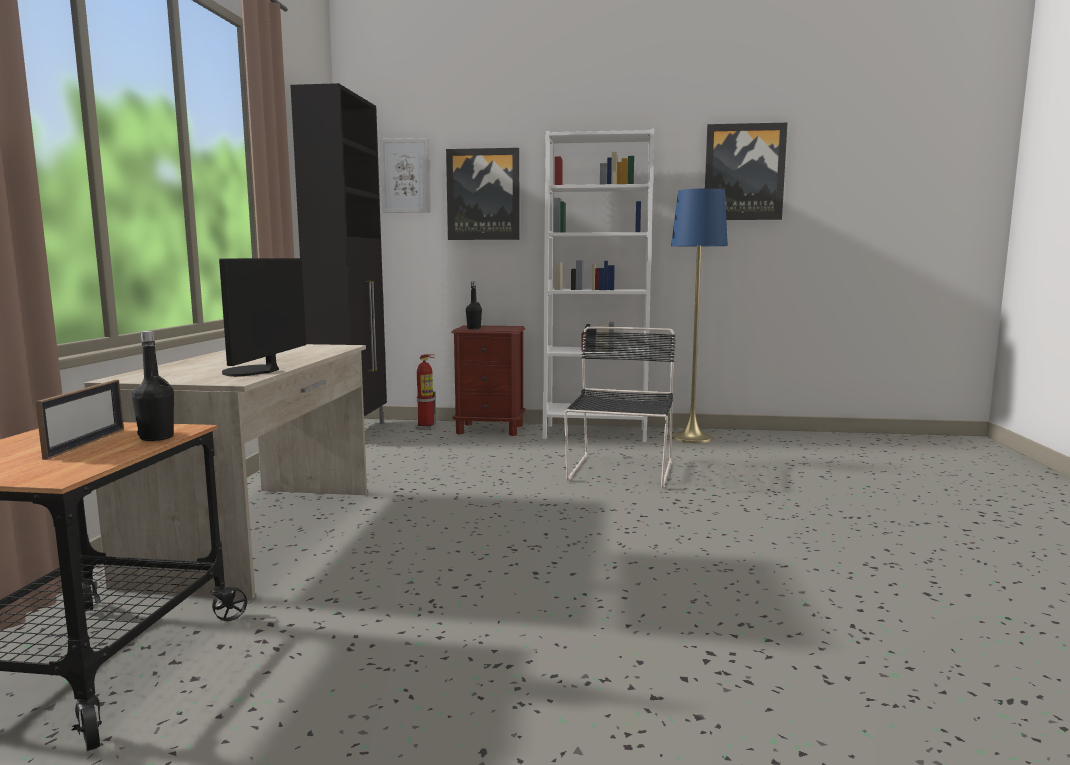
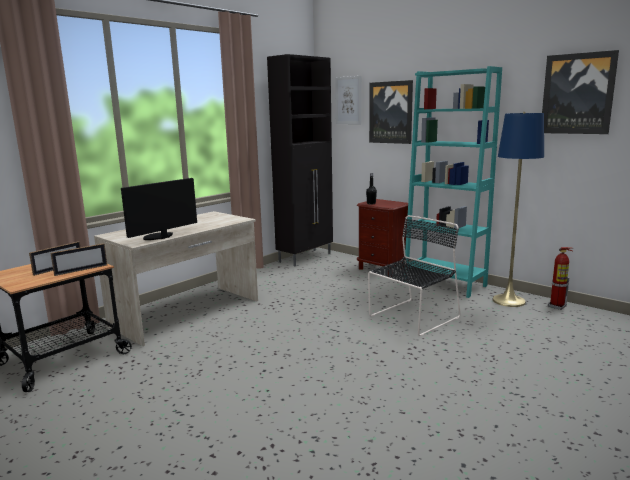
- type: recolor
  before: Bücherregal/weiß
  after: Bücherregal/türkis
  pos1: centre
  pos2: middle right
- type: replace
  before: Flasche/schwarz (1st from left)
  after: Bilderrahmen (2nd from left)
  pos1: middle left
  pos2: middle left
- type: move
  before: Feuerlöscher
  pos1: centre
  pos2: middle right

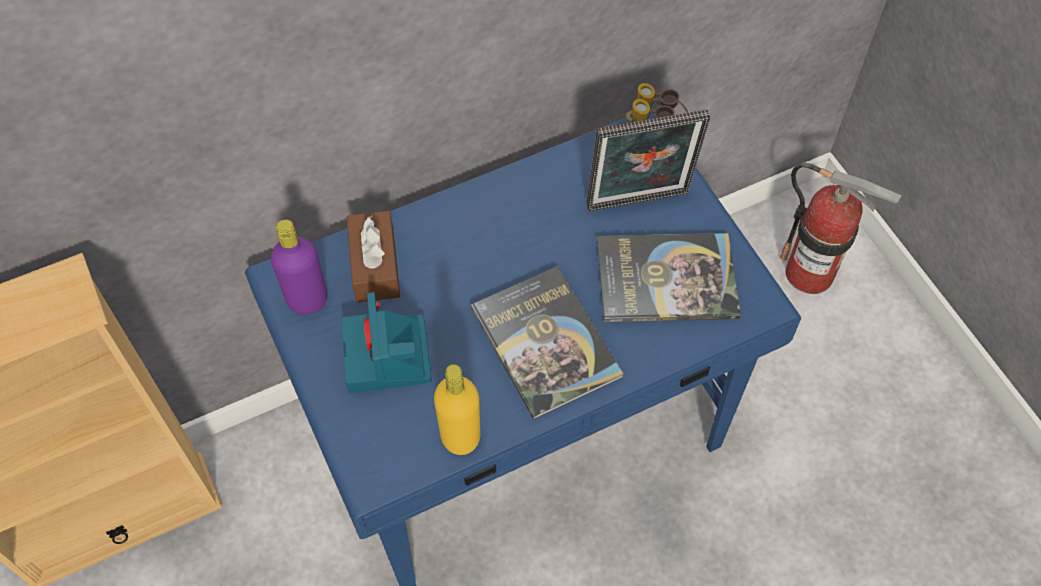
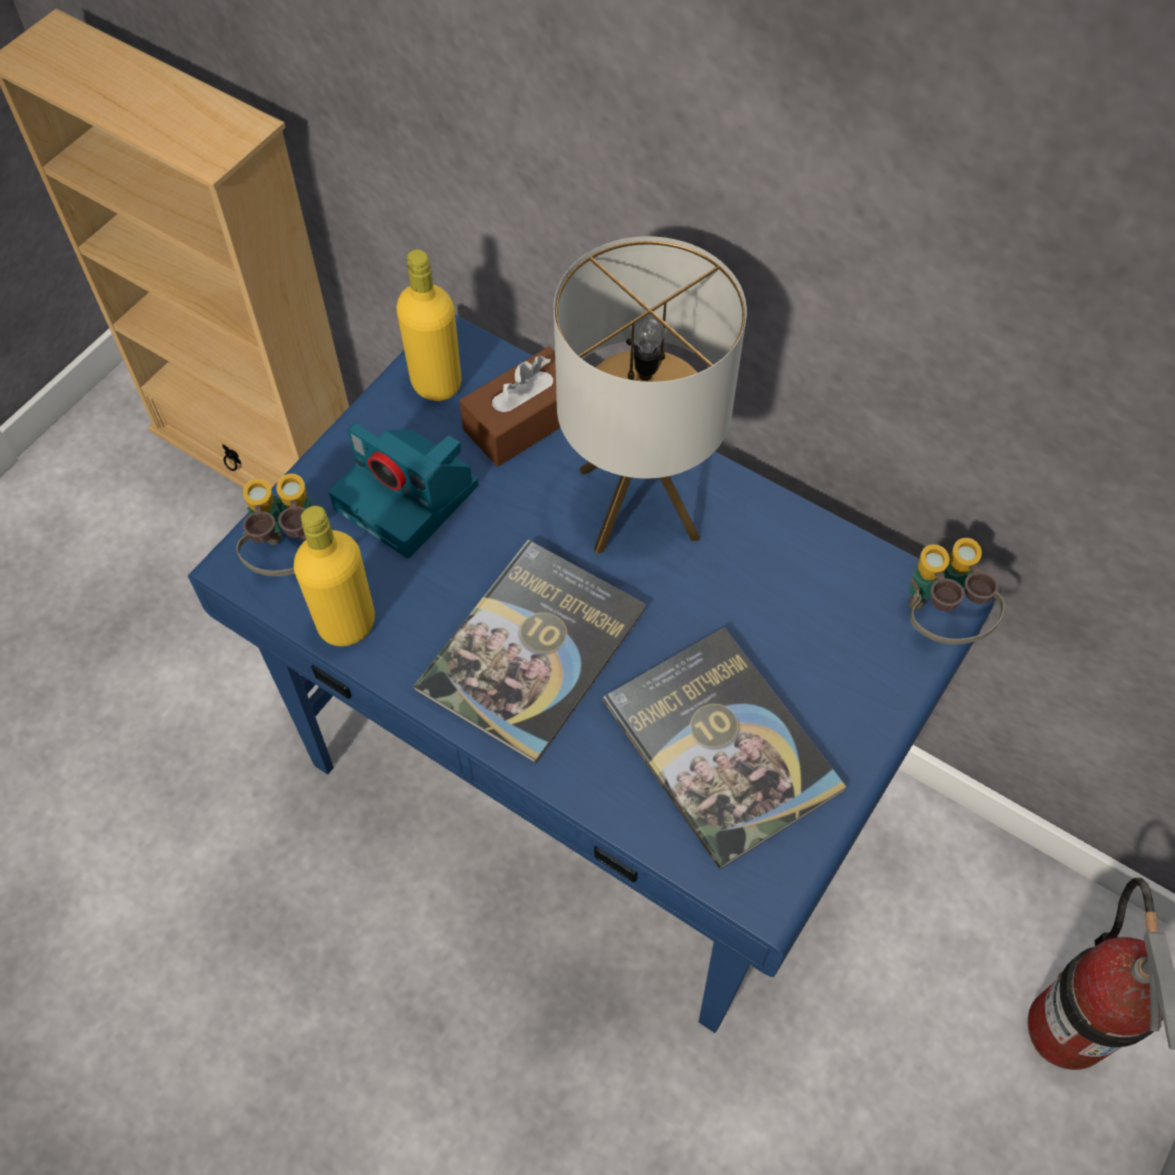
- type: delete
  before: Bilderrahmen
  pos1: top centre
- type: recolor
  before: Flasche/lila
  after: Flasche/gelb (2nd from left)
  pos1: middle left
  pos2: top centre
- type: rotate
  before: Kamera
  pos1: centre
  pos2: centre
  turn: -105
- type: insert
  after: Tischlampe
  pos2: centre
- type: insert
  after: Fernglas (1st from left)
  pos2: middle left

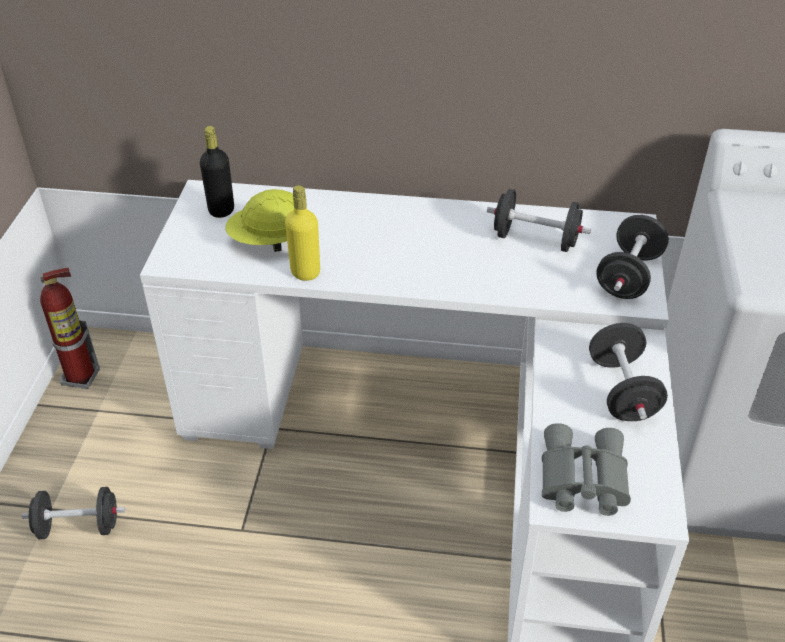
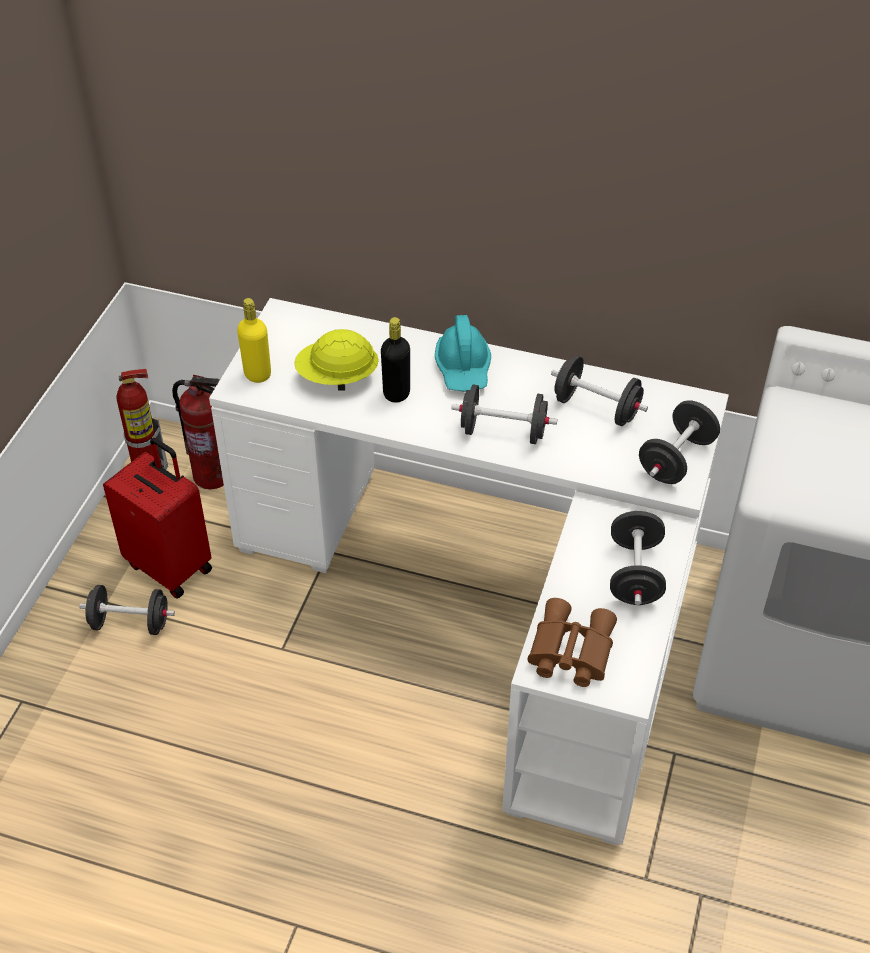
- type: move
  before: Flasche/schwarz
  pos1: top left
  pos2: centre
- type: move
  before: Flasche/gelb
  pos1: centre
  pos2: middle left
- type: recolor
  before: Fernglas/grau
  after: Fernglas/braun
  pos1: bottom right
  pos2: bottom centre
- type: insert
  after: Schutzhelm/türkis
  pos2: centre
- type: insert
  after: Feuerlöscher (2nd from left)
  pos2: middle left
- type: insert
  after: Hantel/schwarz (2nd from left)
  pos2: centre
- type: insert
  after: Koffer/rot
  pos2: middle left

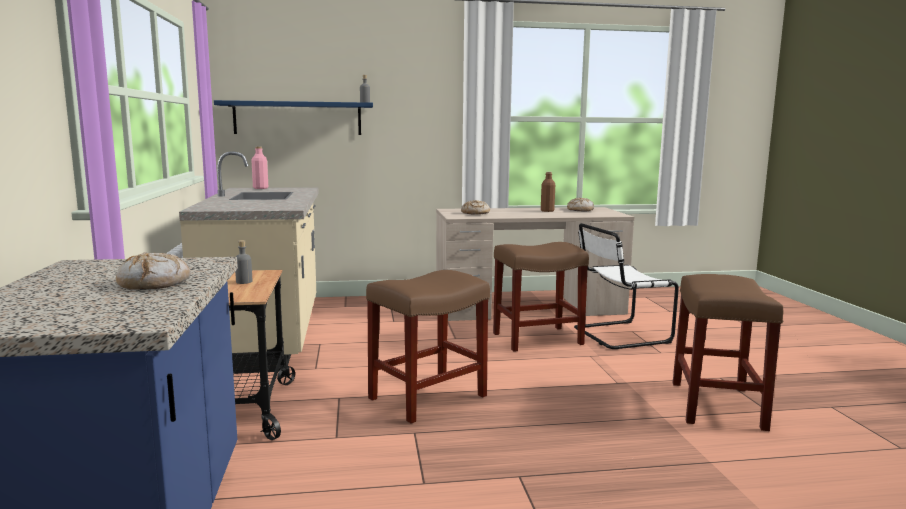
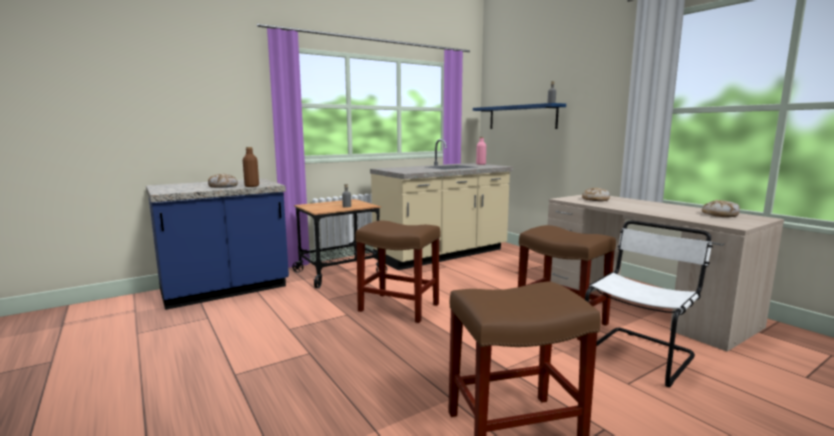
- type: move
  before: Flasche/braun
  pos1: centre
  pos2: middle left
- type: rotate
  before: Stuhl/weiß
  pos1: middle right
  pos2: bottom right
  turn: 90

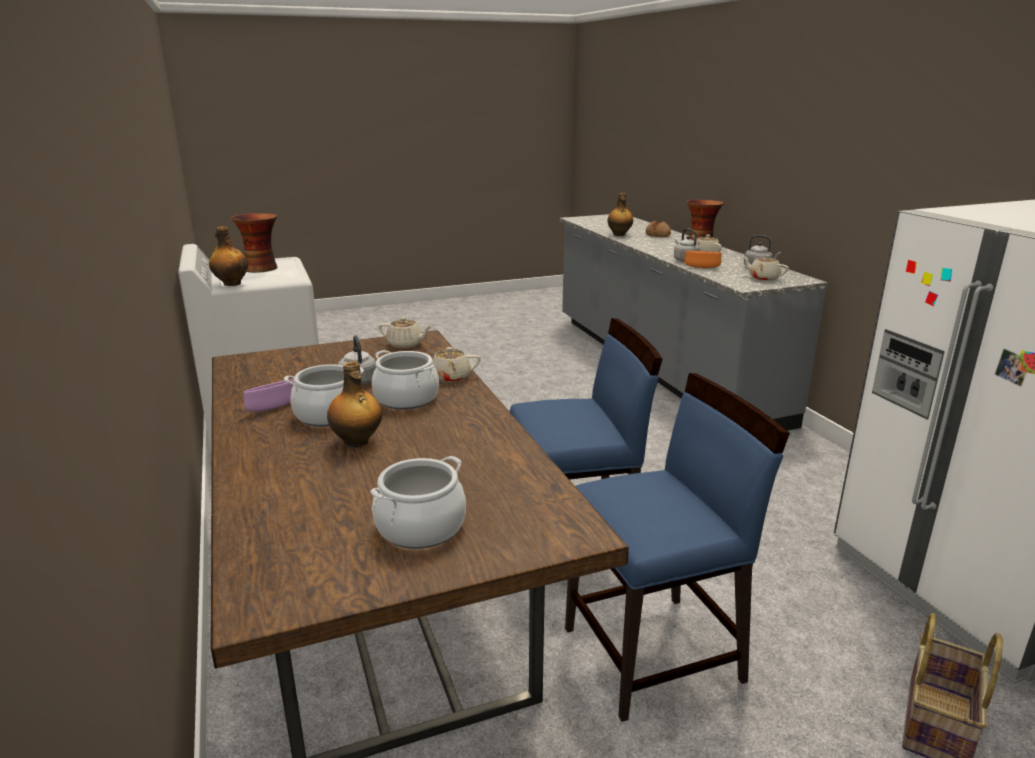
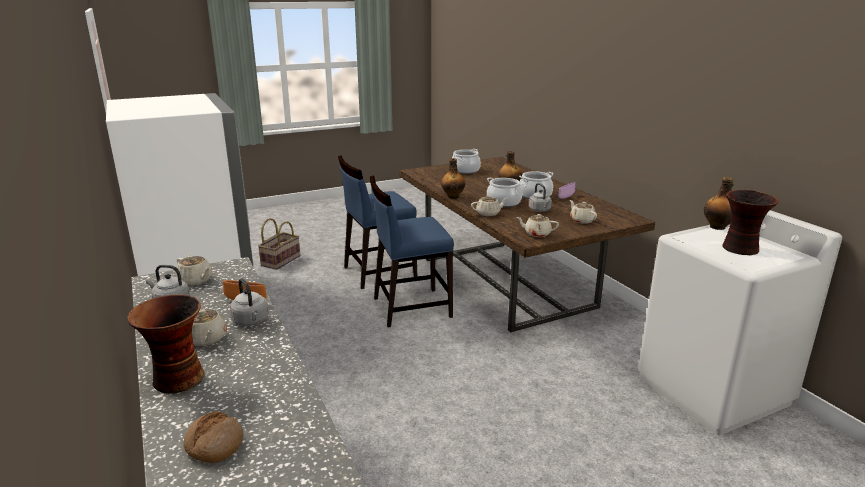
- type: move
  before: Flasche (3rd from left in the first image)
  after: Flasche (1st from left)
  pos1: top centre
  pos2: centre
- type: insert
  after: Teekanne/beige (5th from left)
  pos2: middle right

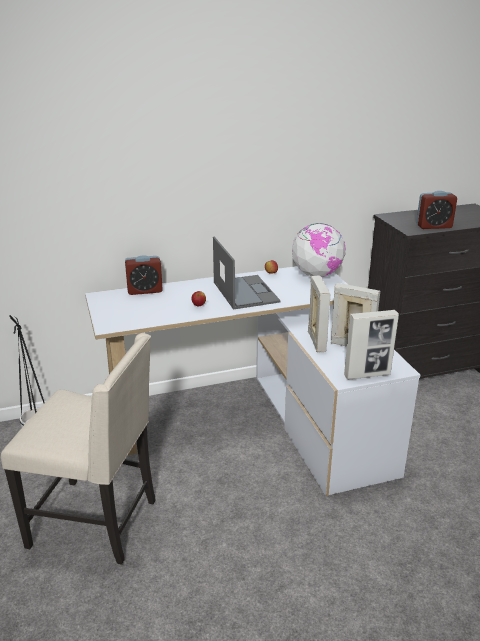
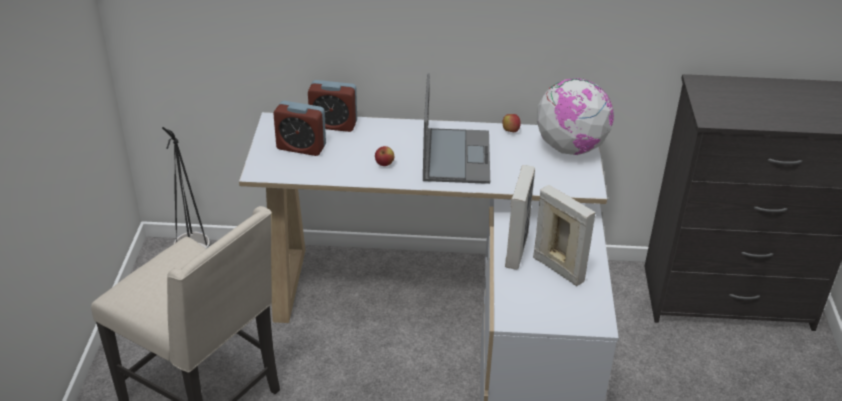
- type: move
  before: Wecker (2nd from left in the first image)
  after: Wecker (1st from left)
  pos1: top right
  pos2: top centre
- type: delete
  before: Bilderrahmen (3rd from left)
  pos1: middle right

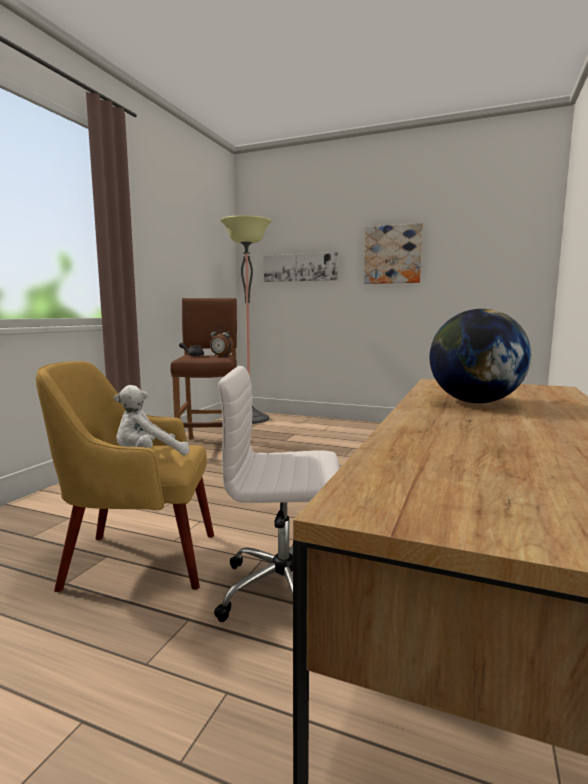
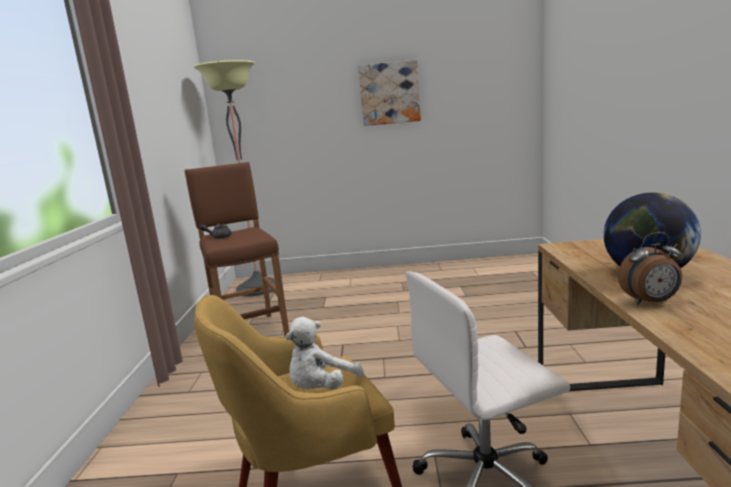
- type: delete
  before: Bild (1st from left)
  pos1: centre
- type: move
  before: Wecker
  pos1: centre
  pos2: middle right

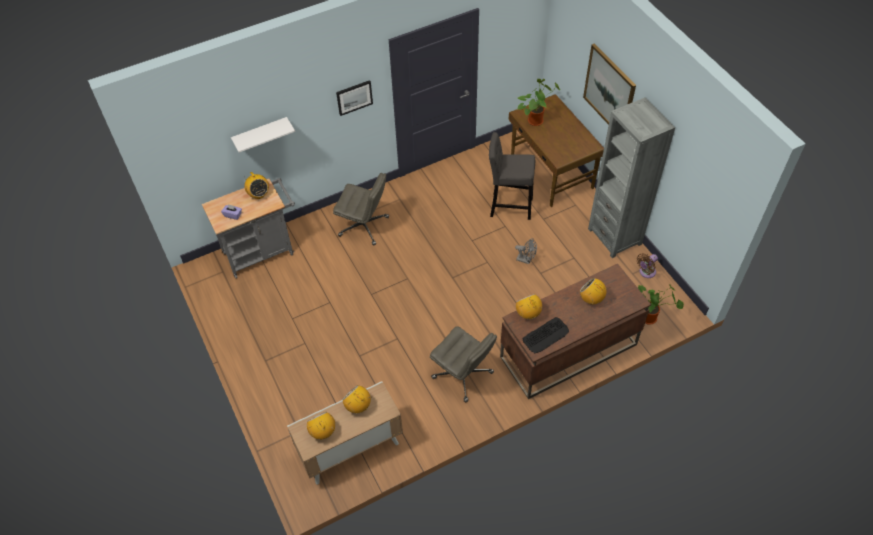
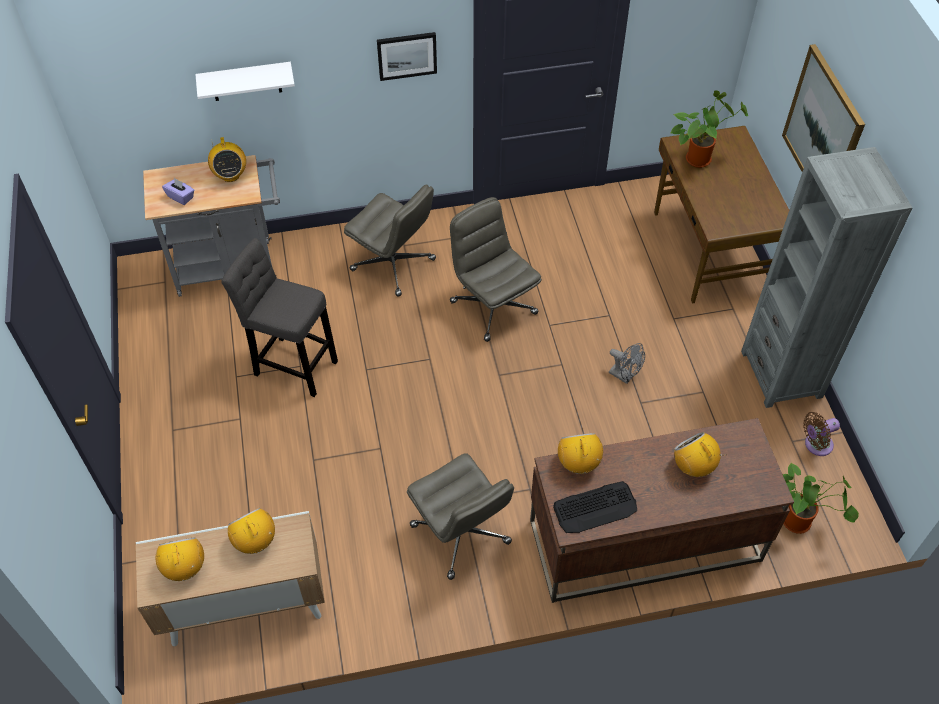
- type: move
  before: Hocker/grau
  pos1: top centre
  pos2: middle left
- type: insert
  after: Bürostuhl/grau (3rd from left)
  pos2: centre

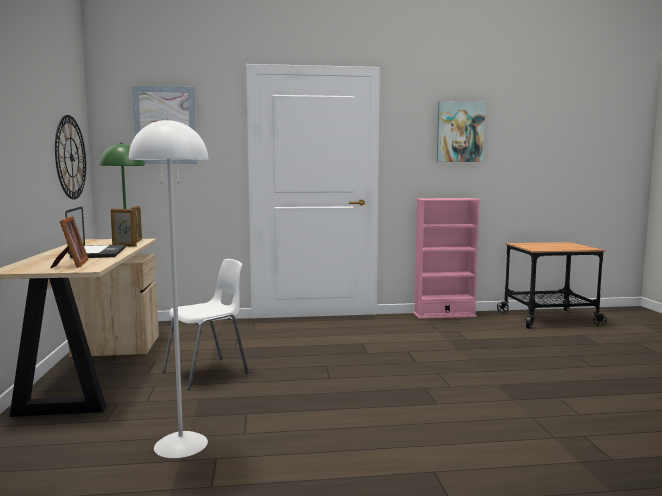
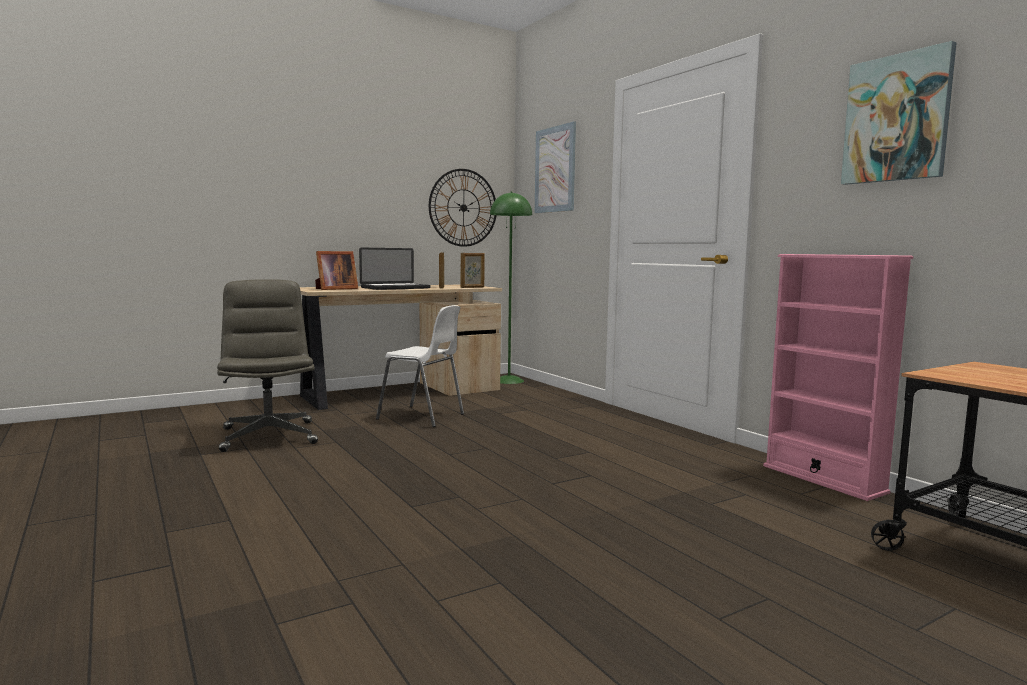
- type: replace
  before: Stehlampe/weiß
  after: Bürostuhl/grau
  pos1: middle left
  pos2: middle left

